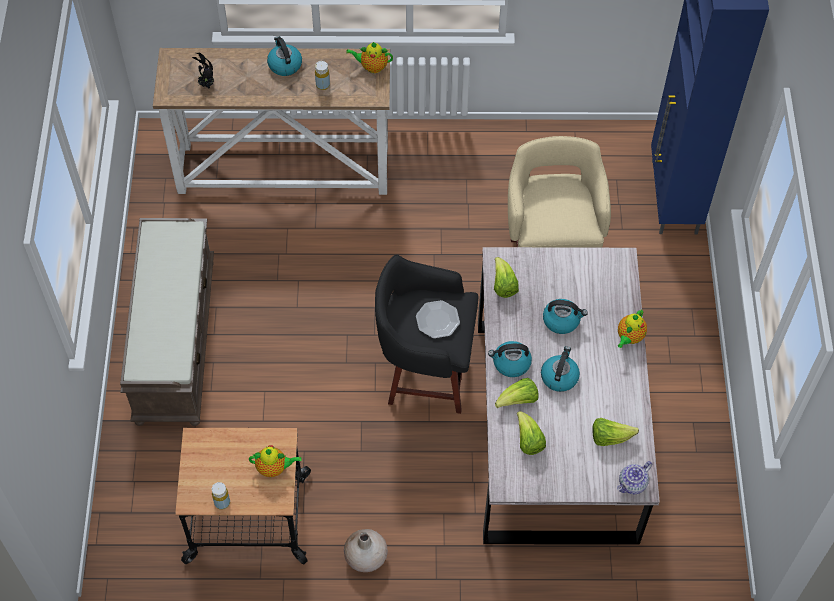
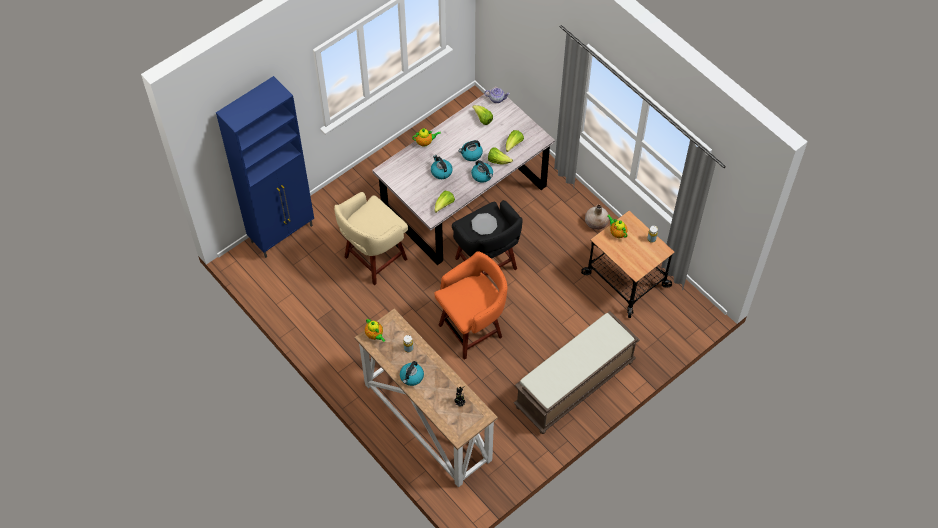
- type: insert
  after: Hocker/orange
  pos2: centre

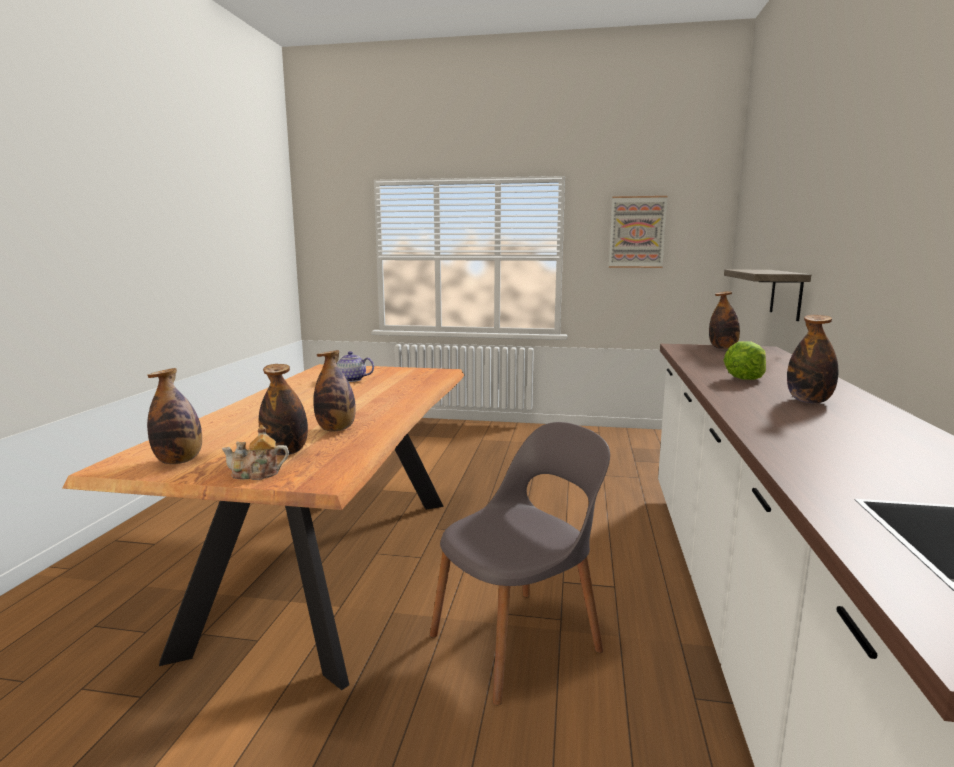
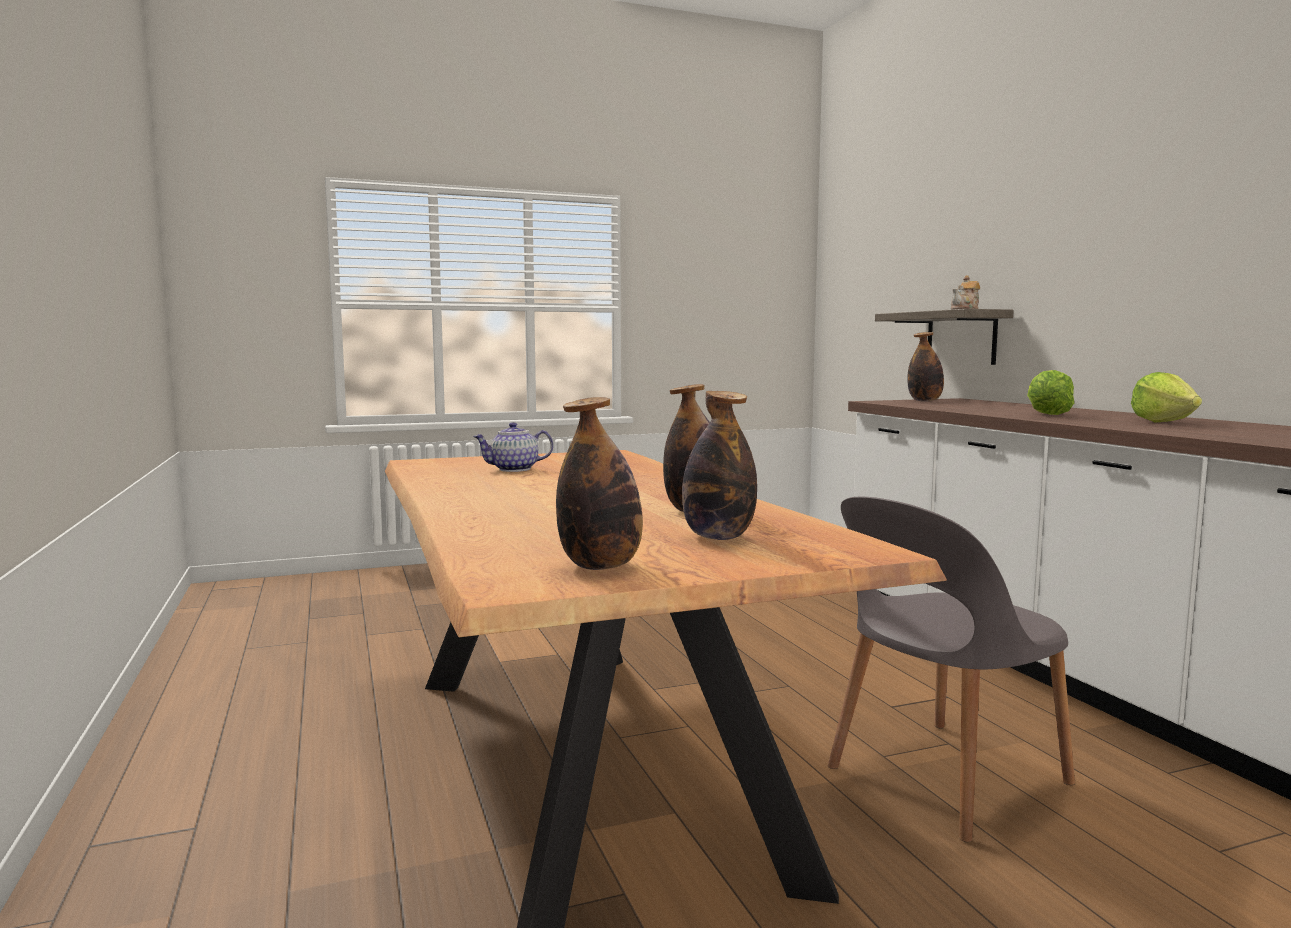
- type: delete
  before: Bild
  pos1: top right
- type: replace
  before: Flasche (5th from left)
  after: Salatkopf (2nd from left)
  pos1: middle right
  pos2: middle right
- type: rotate
  before: Stuhl/grau
  pos1: bottom centre
  pos2: bottom right
  turn: -150
- type: move
  before: Teekanne (1st from left in the first image)
  after: Teekanne (2nd from left)
  pos1: middle left
  pos2: top right

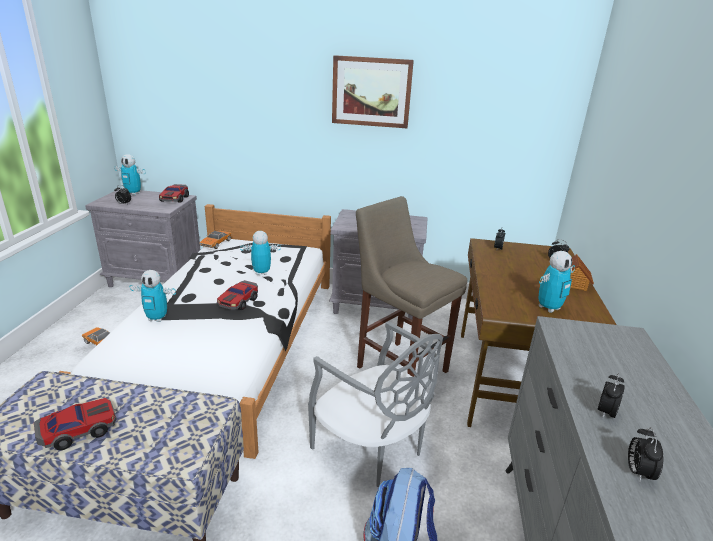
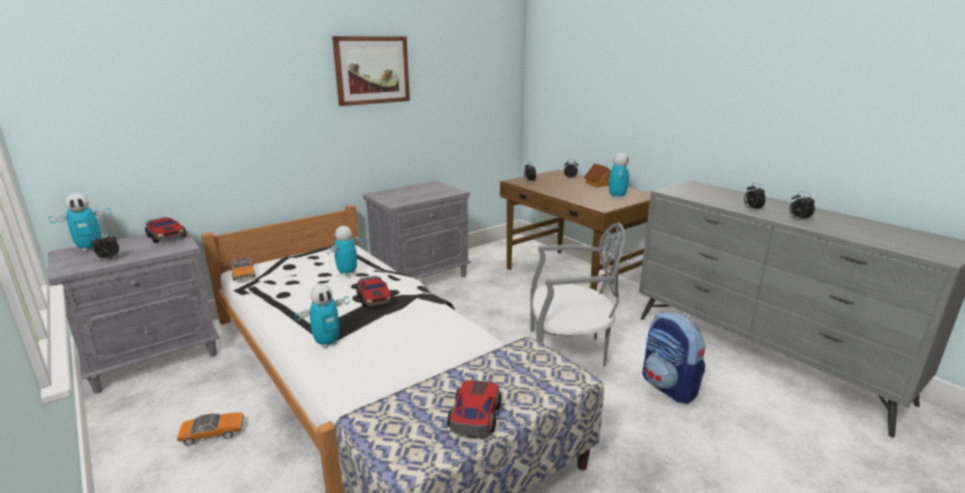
- type: delete
  before: Hocker/beige
  pos1: centre

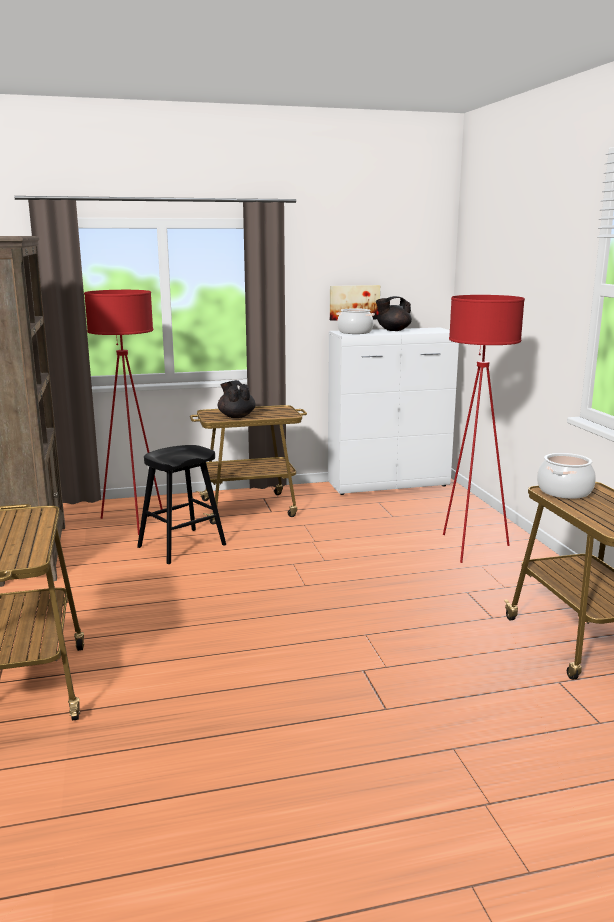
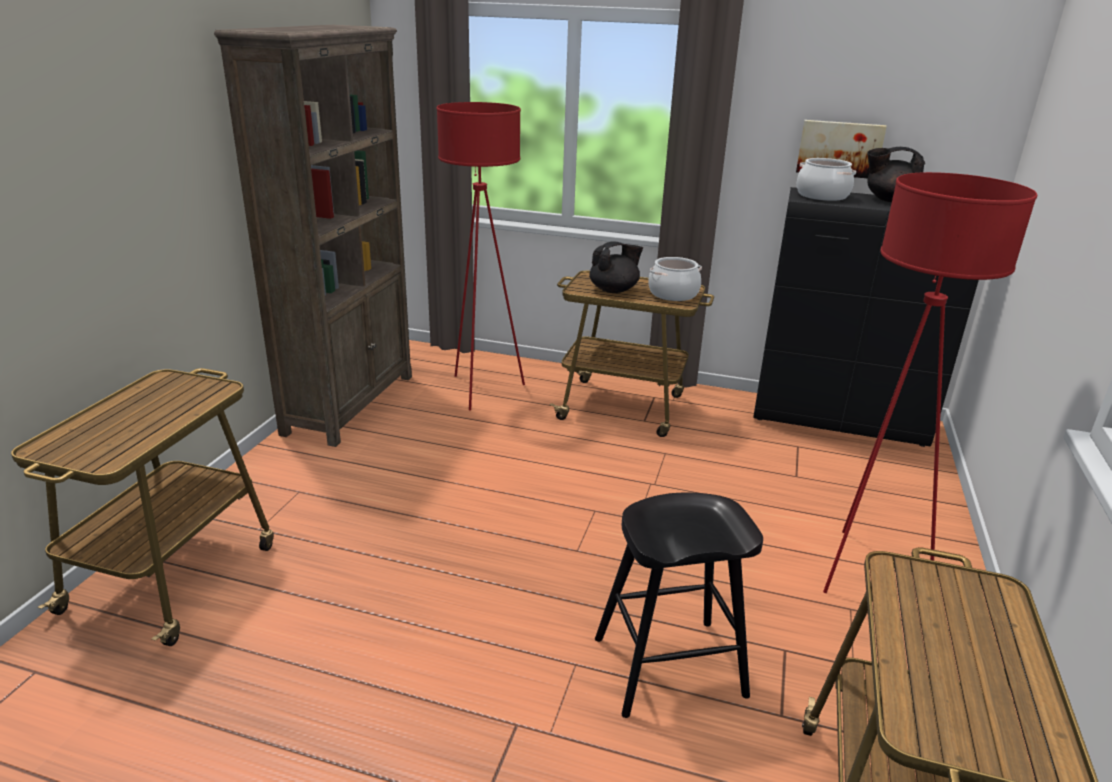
- type: recolor
  before: Schrank/weiß
  after: Schrank/schwarz
  pos1: centre
  pos2: middle right
- type: rotate
  before: Teekanne/schwarz (1st from left)
  pos1: centre
  pos2: centre
  turn: 60
- type: move
  before: Hocker/schwarz
  pos1: middle left
  pos2: bottom centre
- type: move
  before: Kochtopf (2nd from left in the first image)
  after: Kochtopf (1st from left)
  pos1: middle right
  pos2: centre

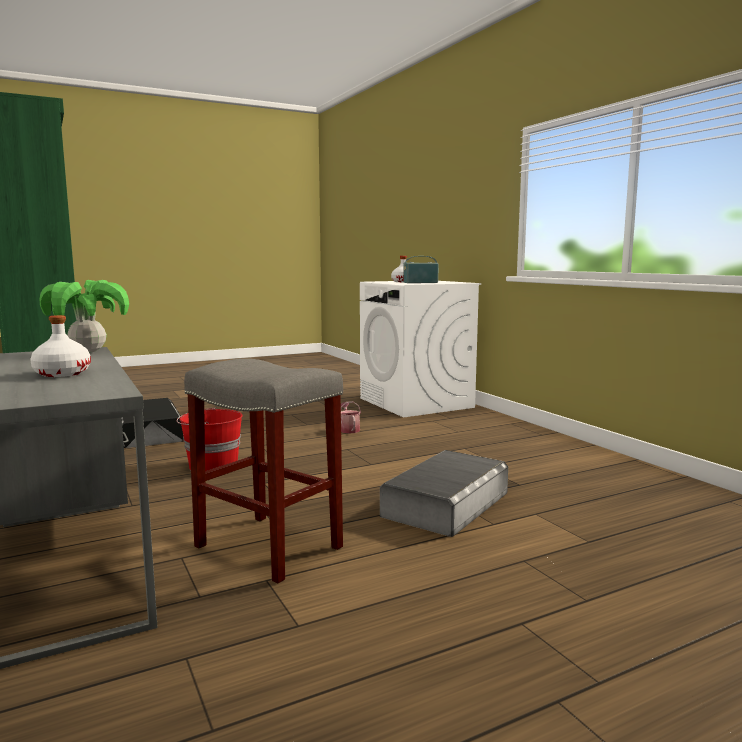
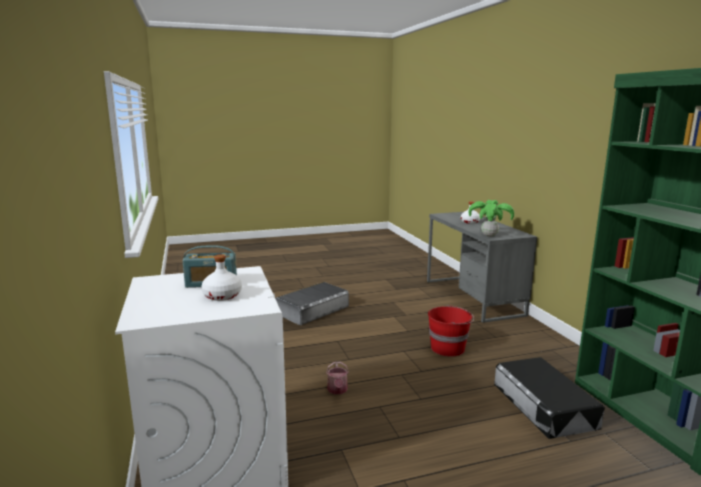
- type: delete
  before: Hocker/grau
  pos1: centre

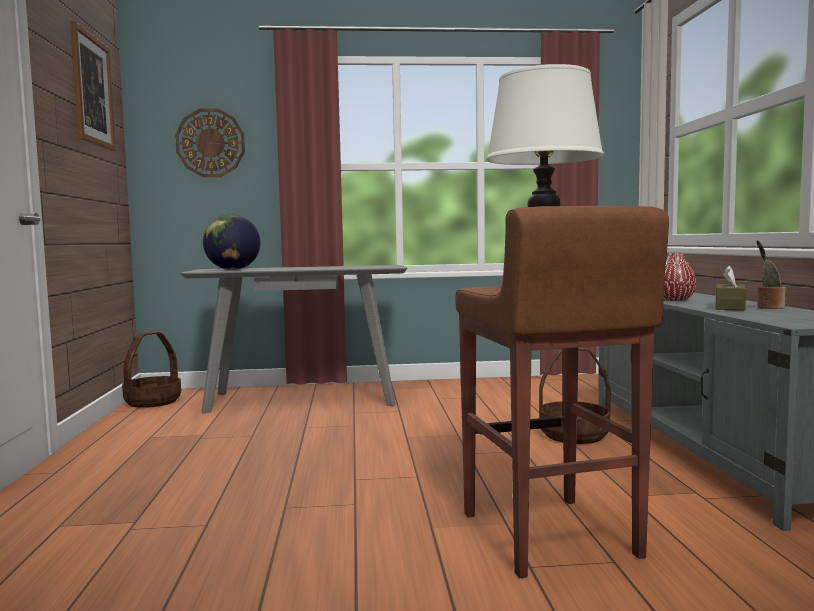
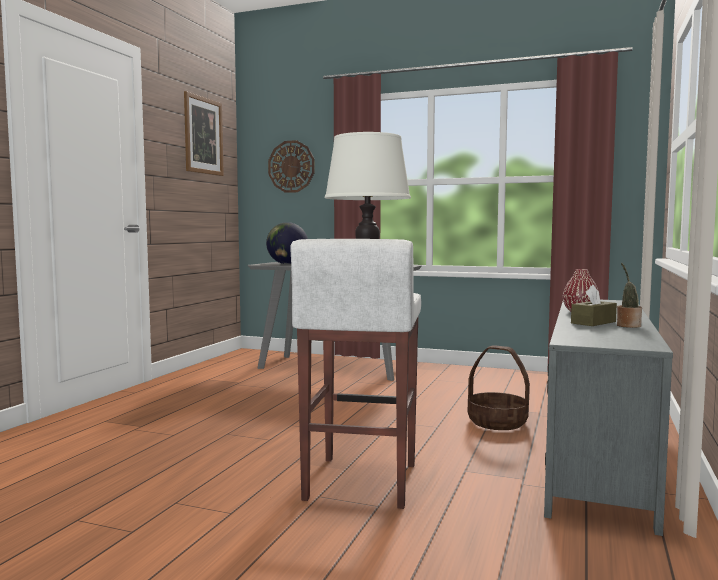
- type: recolor
  before: Hocker/braun
  after: Hocker/weiß
  pos1: middle right
  pos2: centre
- type: delete
  before: Korb (1st from left)
  pos1: middle left

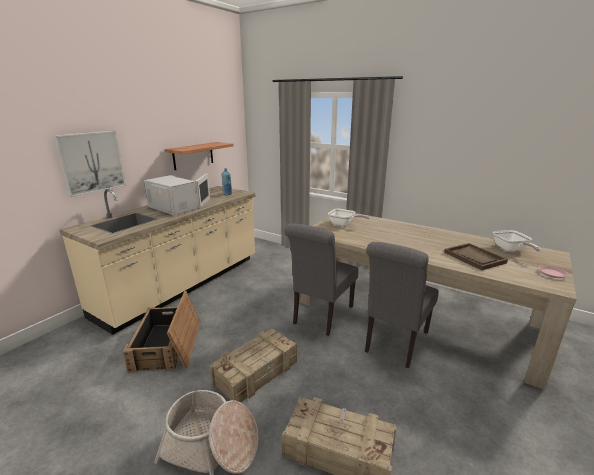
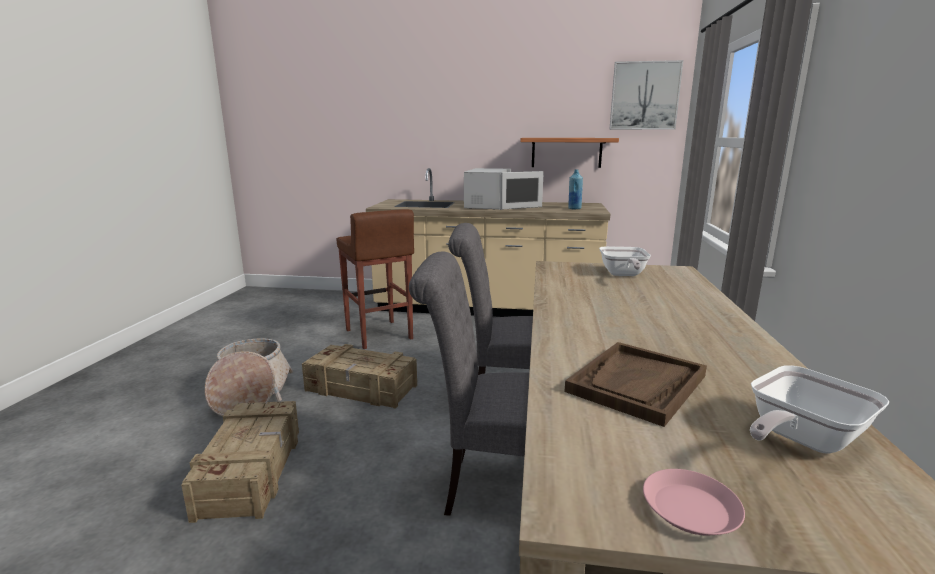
- type: move
  before: Bild
  pos1: middle left
  pos2: top right
- type: replace
  before: Kiste (1st from left)
  after: Hocker/braun
  pos1: bottom left
  pos2: centre

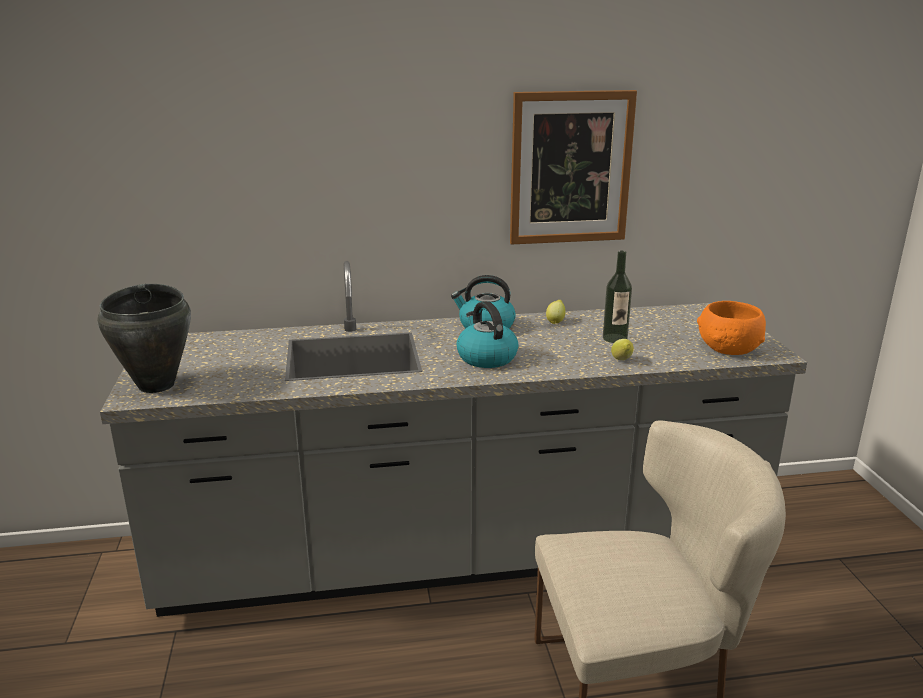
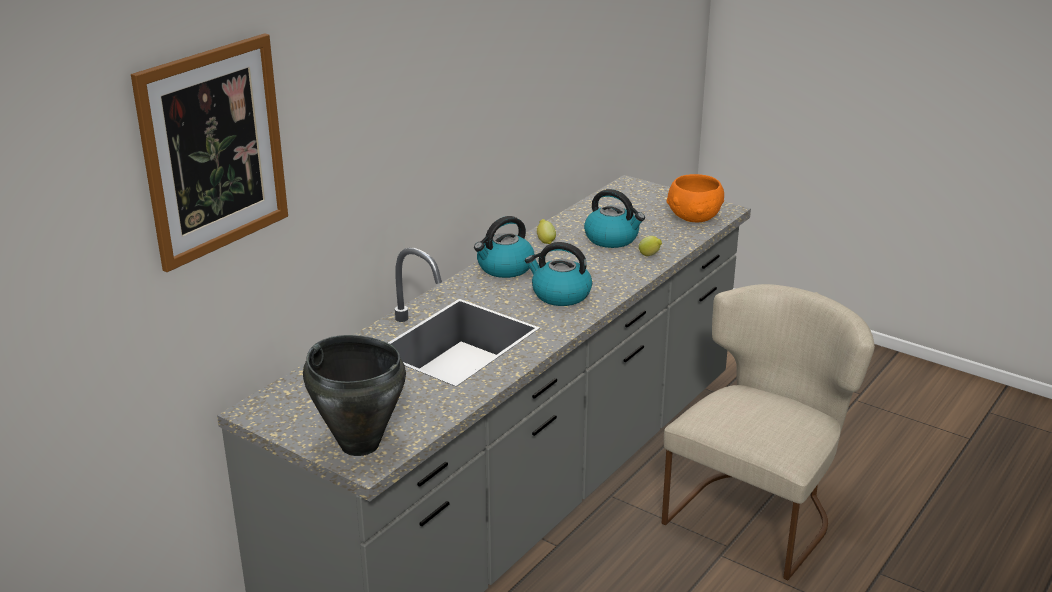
- type: move
  before: Bild
  pos1: top centre
  pos2: top left
- type: replace
  before: Flasche
  after: Wasserkessel (3rd from left)
  pos1: middle right
  pos2: centre

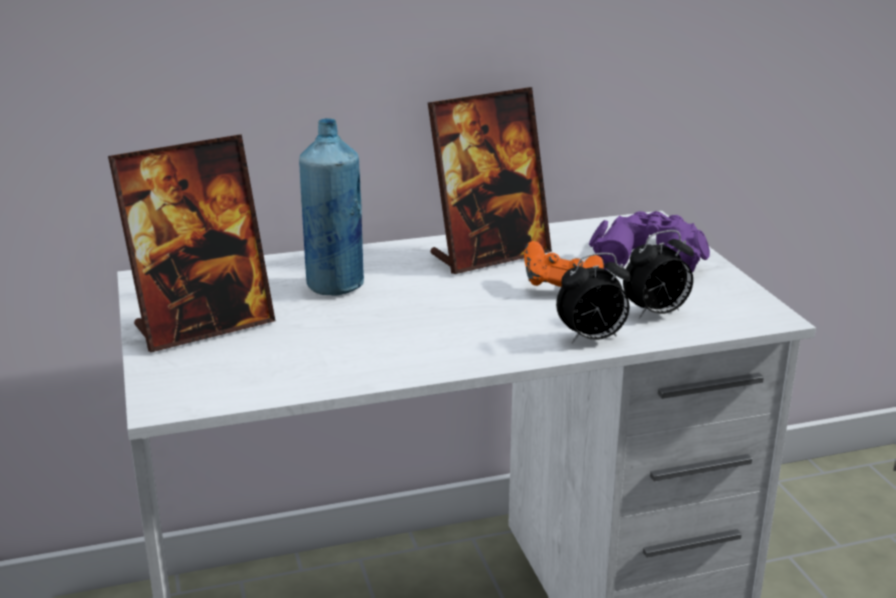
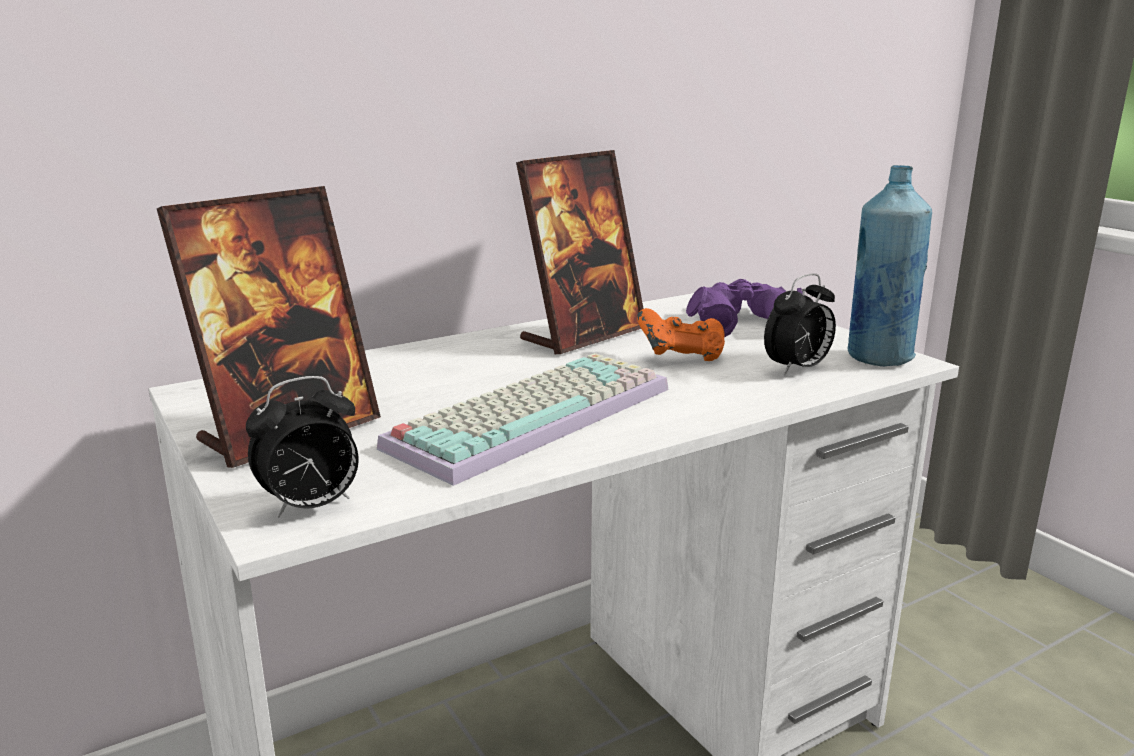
- type: move
  before: Flasche/blau
  pos1: centre
  pos2: middle right
- type: move
  before: Wecker (1st from left)
  pos1: centre
  pos2: middle left
- type: insert
  after: Tastatur
  pos2: centre

